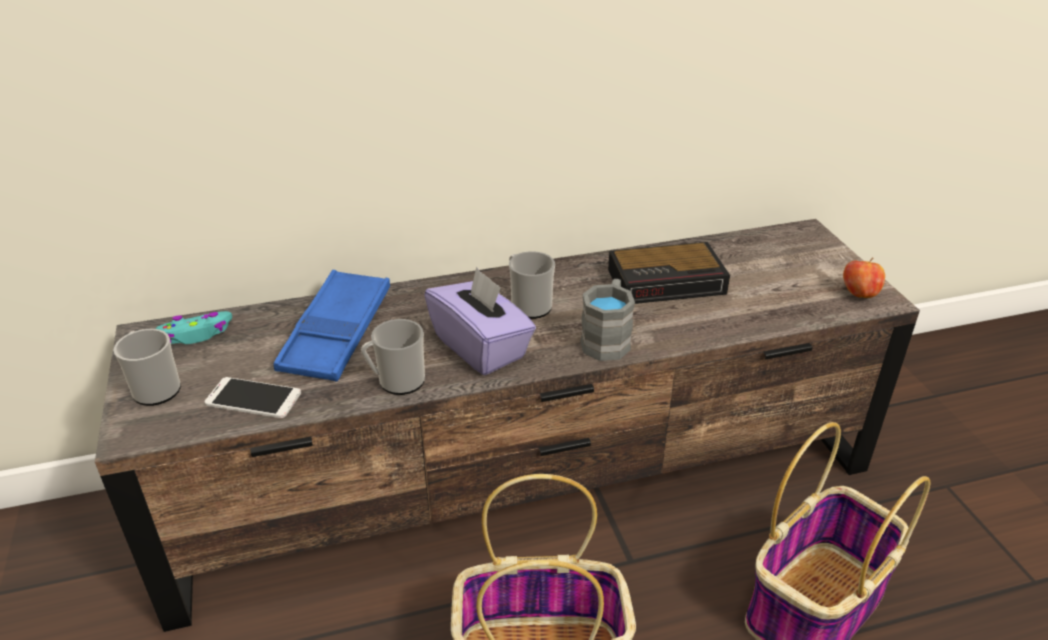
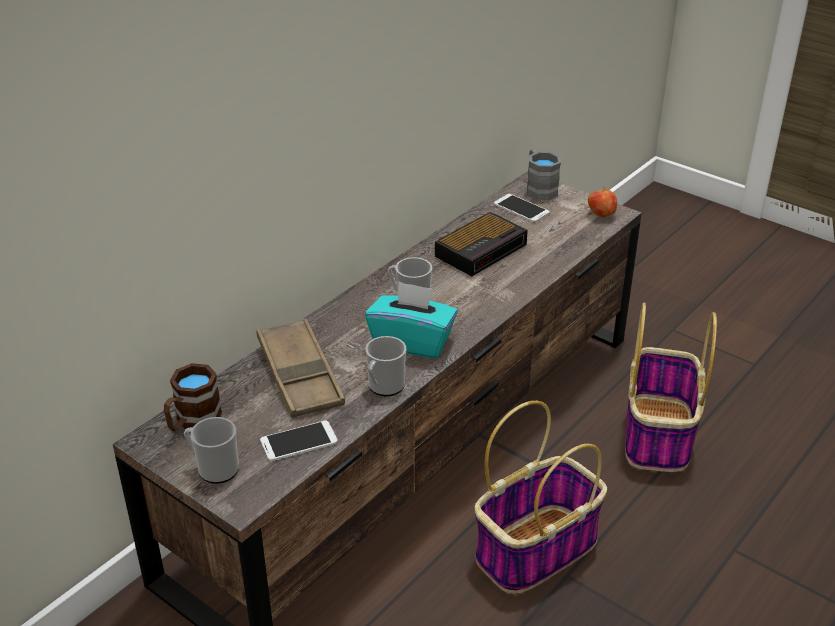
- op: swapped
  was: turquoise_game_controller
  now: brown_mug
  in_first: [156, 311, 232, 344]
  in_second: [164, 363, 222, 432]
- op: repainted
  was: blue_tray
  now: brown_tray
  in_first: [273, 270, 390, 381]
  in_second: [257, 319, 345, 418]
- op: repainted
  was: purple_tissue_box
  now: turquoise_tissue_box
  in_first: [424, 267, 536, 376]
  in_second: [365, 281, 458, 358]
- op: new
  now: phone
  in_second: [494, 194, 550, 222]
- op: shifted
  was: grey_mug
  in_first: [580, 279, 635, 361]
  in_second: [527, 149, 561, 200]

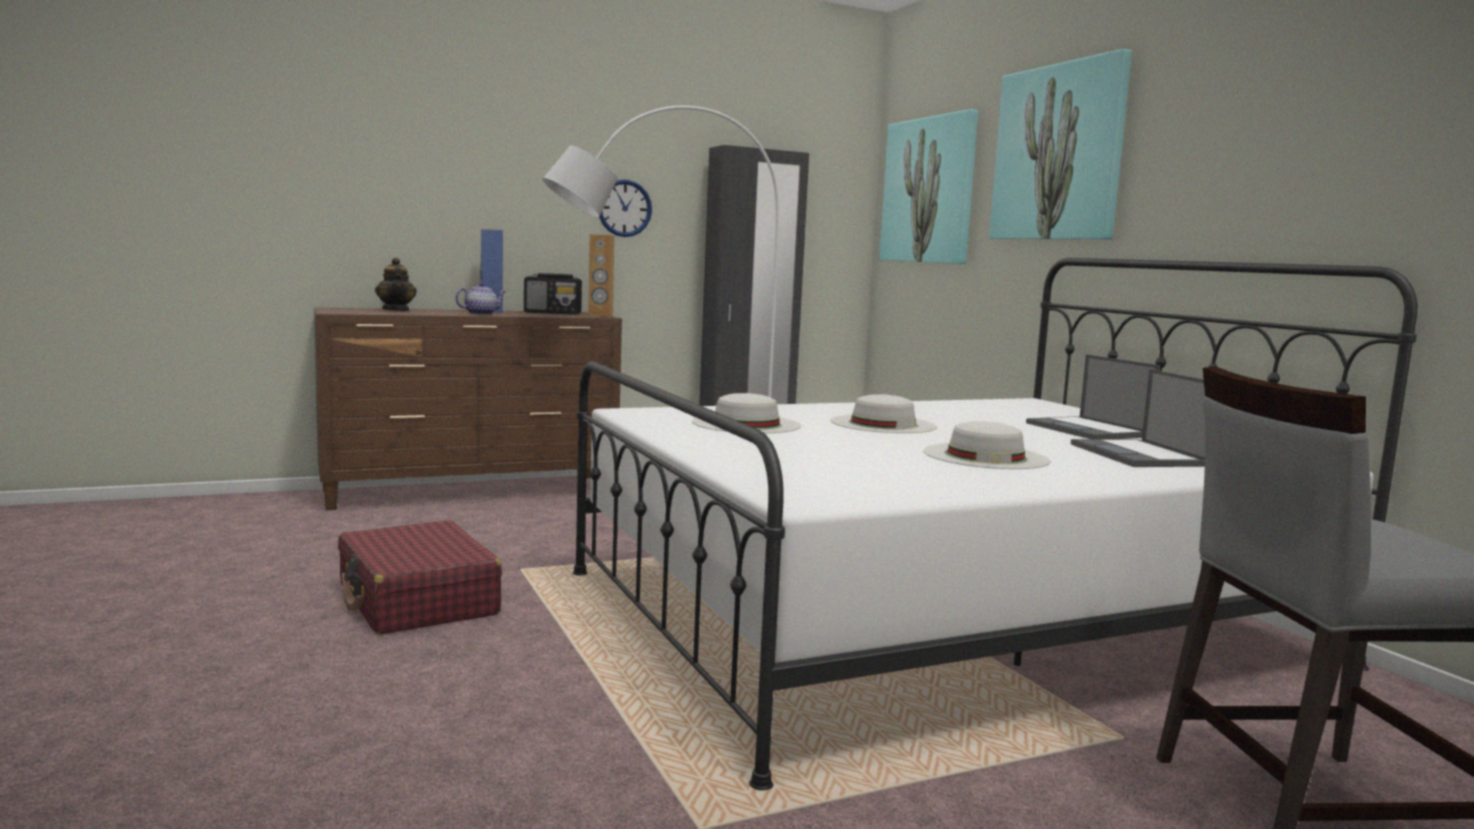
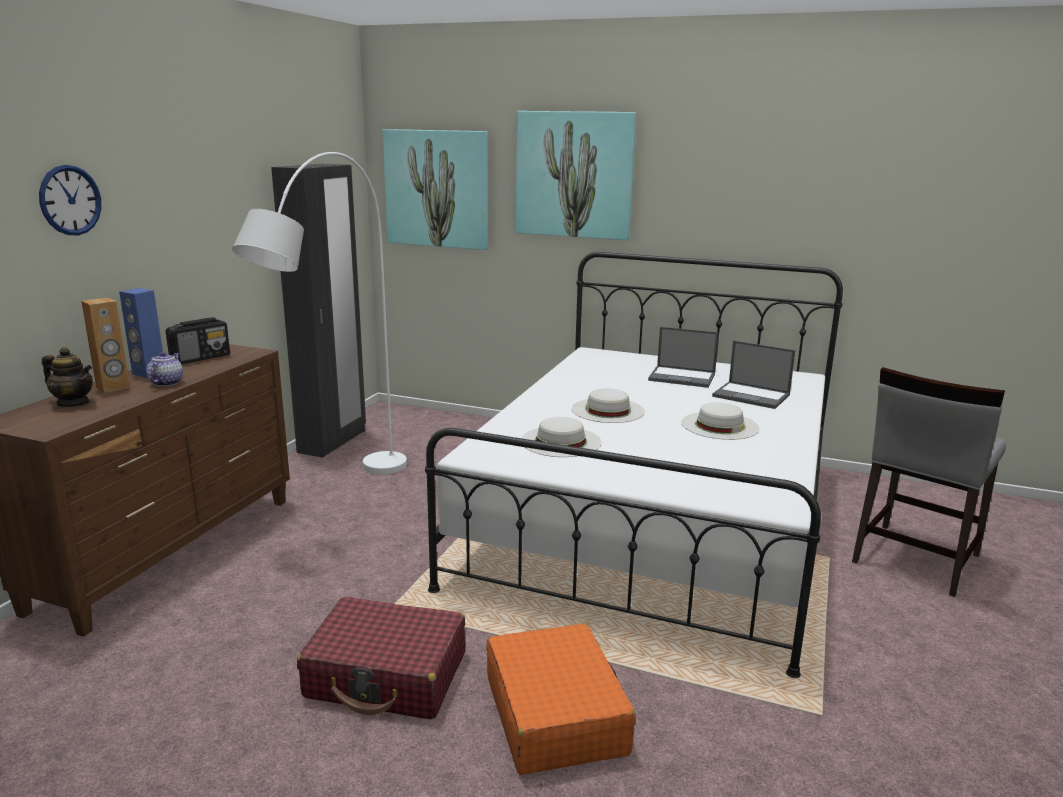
- op: shifted
  was: wall_clock
  in_first: [599, 179, 652, 237]
  in_second: [39, 165, 101, 236]
- op: shifted
  was: brown_speaker
  in_first: [588, 234, 614, 318]
  in_second: [81, 297, 130, 393]
- op: new
  now: orange_suitcase
  in_second: [486, 623, 636, 775]

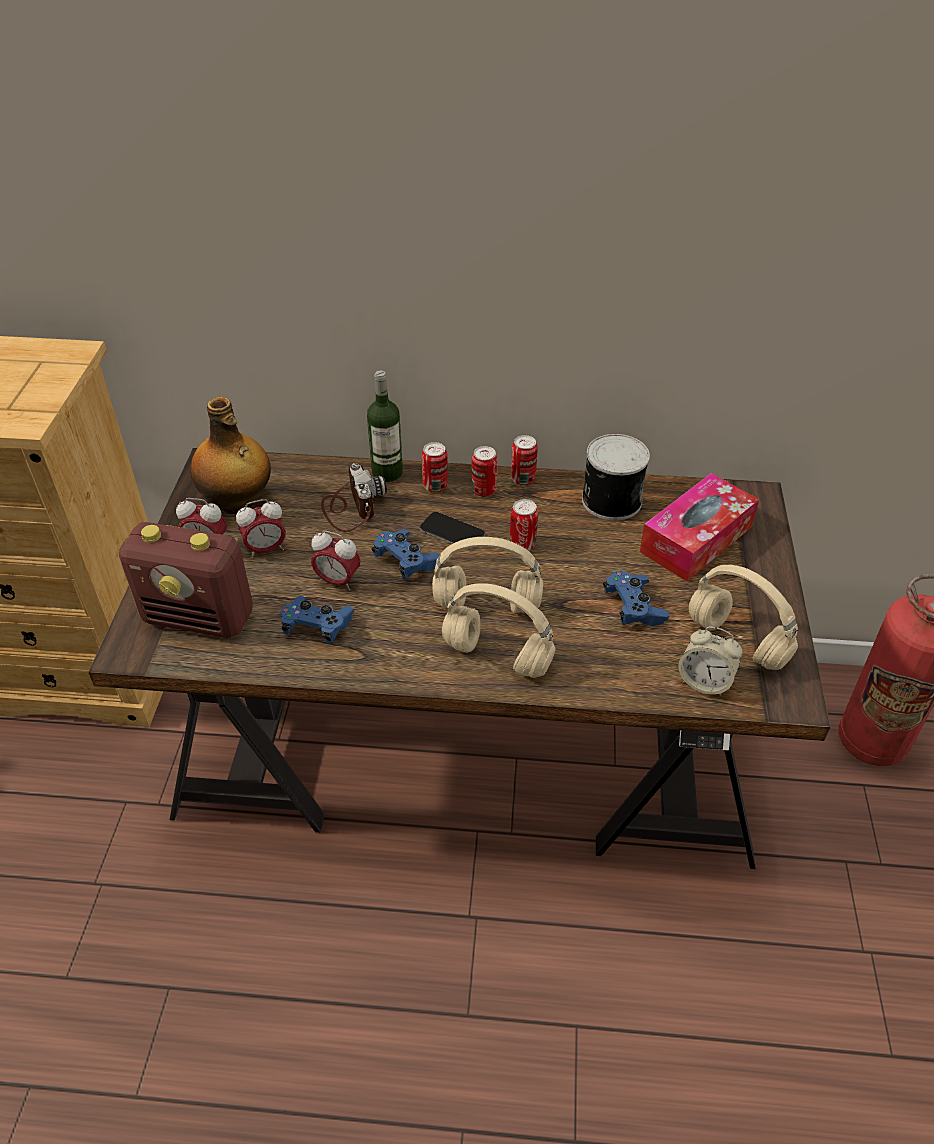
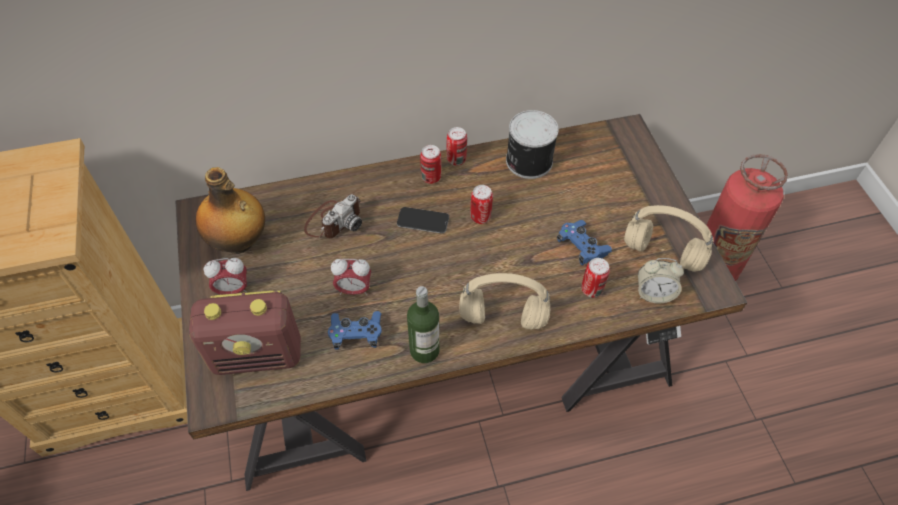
- op: rotated
  was: photo_camera
  in_first: [321, 463, 387, 532]
  in_second: [304, 195, 362, 239]
  clockwise: 75
- op: shifted
  was: bottle
  in_first: [367, 371, 403, 482]
  in_second: [407, 286, 439, 363]
- op: shifted
  was: can
  in_first: [422, 442, 448, 492]
  in_second: [582, 258, 610, 298]
- op: gone
  was: alarm_clock
  in_first: [236, 499, 286, 558]
- op: gone
  was: blue_game_controller
  in_first: [372, 529, 440, 579]
- op: gone
  was: beige_headphones
  in_first: [432, 537, 543, 613]
- op: gone
  was: tissue_box
  in_first: [640, 473, 759, 581]

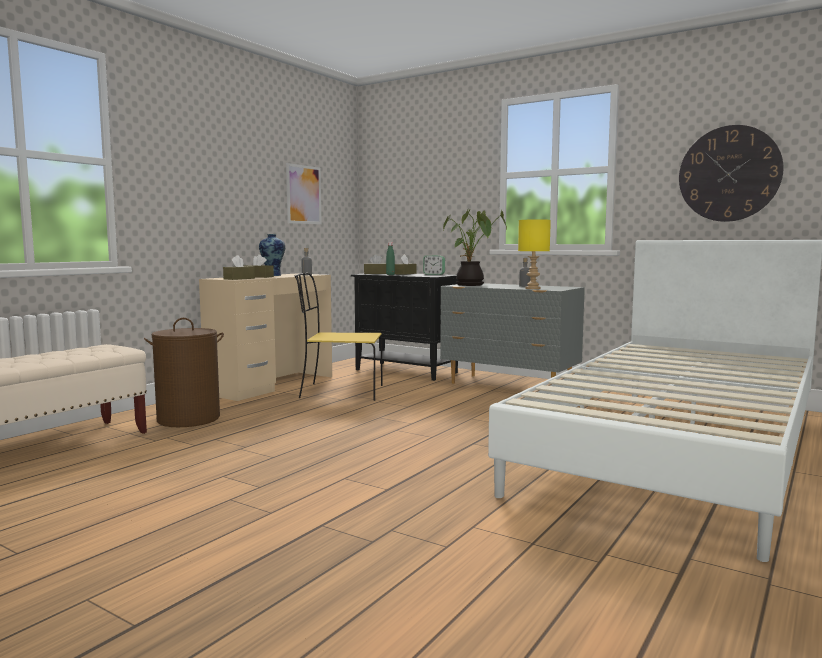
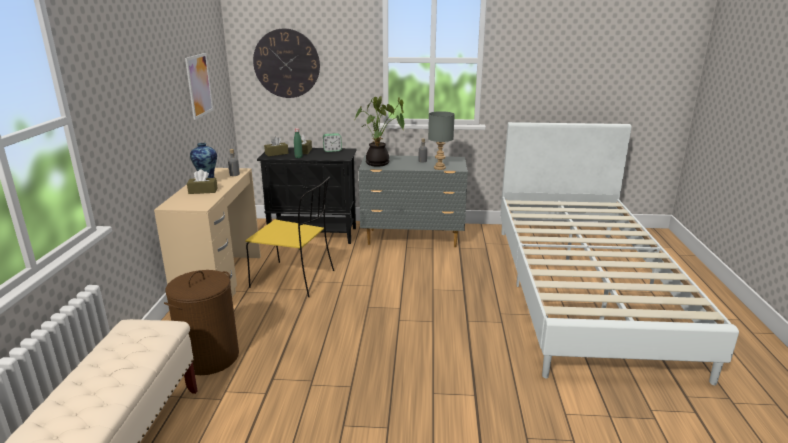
- op: rotated
  was: yellow_chair
  in_first: [295, 273, 383, 401]
  in_second: [245, 177, 334, 297]
  clockwise: -135
- op: shifted
  was: wall_clock
  in_first: [679, 125, 784, 222]
  in_second: [253, 29, 320, 98]
- op: repainted
  was: yellow_table_lamp
  now: grey_table_lamp
  in_first: [518, 219, 551, 289]
  in_second: [428, 111, 455, 170]
- op: gone
  was: brown_tissue_box
  in_first: [223, 255, 255, 280]

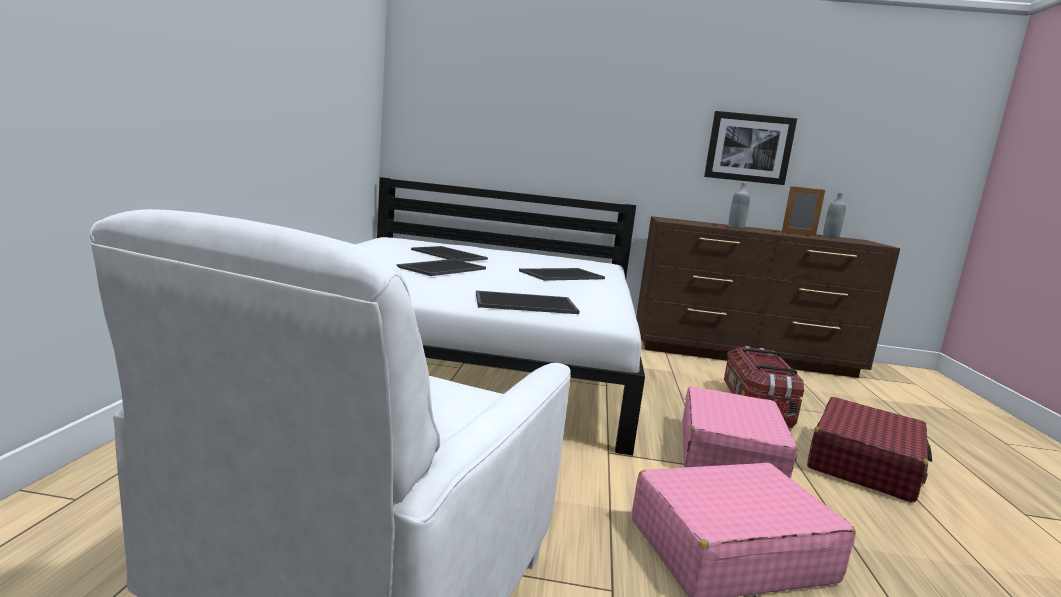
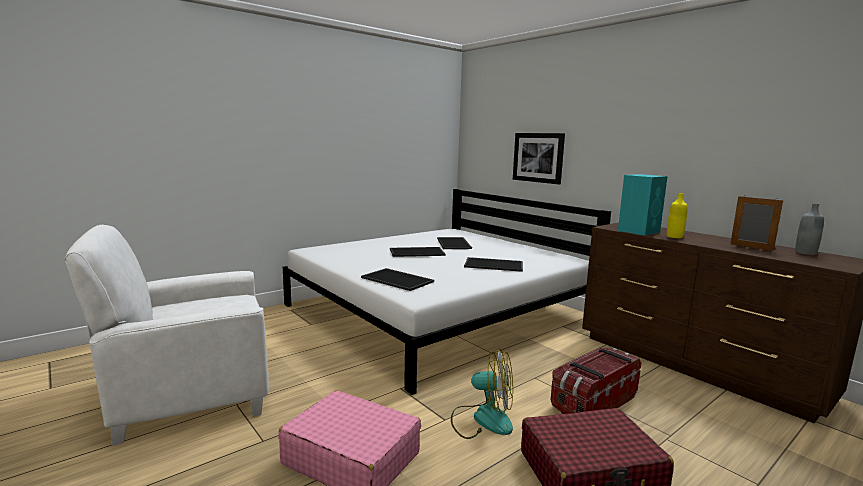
- op: swapped
  was: pink_suitcase
  now: fan
  in_first: [683, 386, 798, 479]
  in_second: [451, 348, 513, 439]
- op: shifted
  was: picture
  in_first: [704, 111, 797, 185]
  in_second: [513, 133, 565, 185]
- op: new
  now: turquoise_speaker
  in_second: [618, 174, 668, 236]
- op: repainted
  was: grey_bottle
  now: yellow_bottle
  in_first: [728, 183, 750, 229]
  in_second: [667, 193, 688, 238]

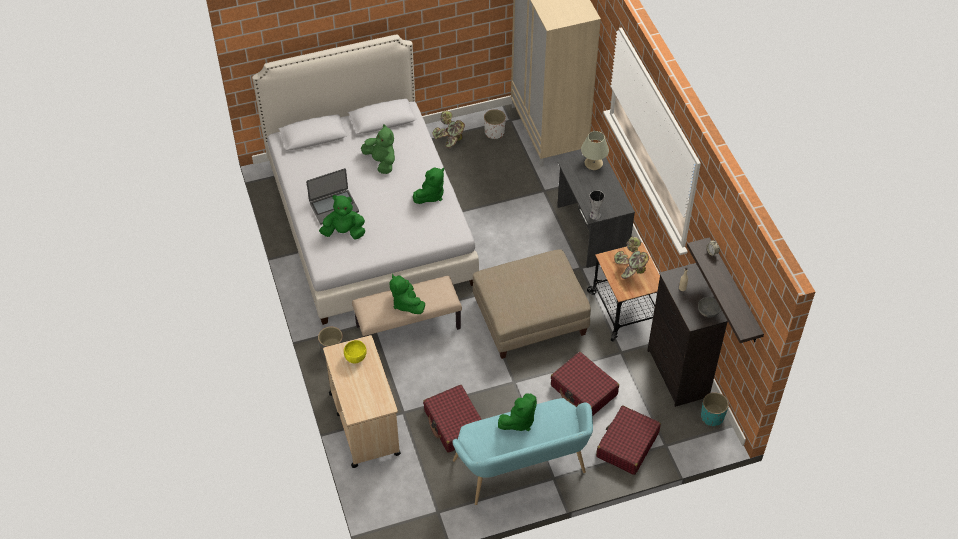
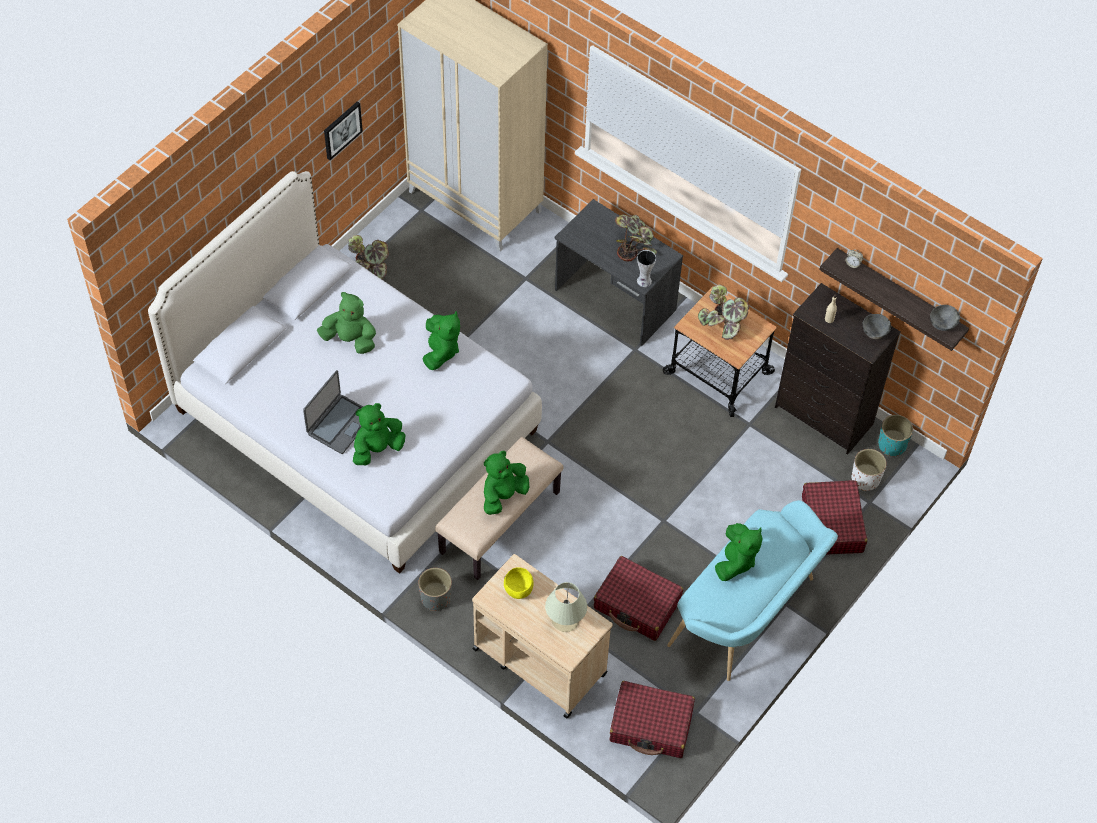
- op: new
  now: picture
  in_second: [324, 101, 363, 160]
- op: rotated
  was: green_plush_toy
  in_first: [389, 274, 425, 314]
  in_second: [484, 451, 529, 515]
  clockwise: 105
- op: shifted
  was: beige_table_lamp
  in_first: [581, 131, 609, 170]
  in_second: [545, 582, 587, 632]
- op: shifted
  was: red_suitcase
  in_first: [551, 352, 619, 415]
  in_second: [610, 681, 695, 758]
- op: new
  now: potted_plant
  in_second: [615, 214, 657, 262]
- op: shifted
  was: white_planter
  in_first: [484, 109, 506, 139]
  in_second: [852, 449, 887, 491]
- op: new
  now: grey_bowl
  in_second: [930, 305, 960, 331]
- op: gone
  was: beige_ottoman
  in_first: [473, 249, 591, 359]

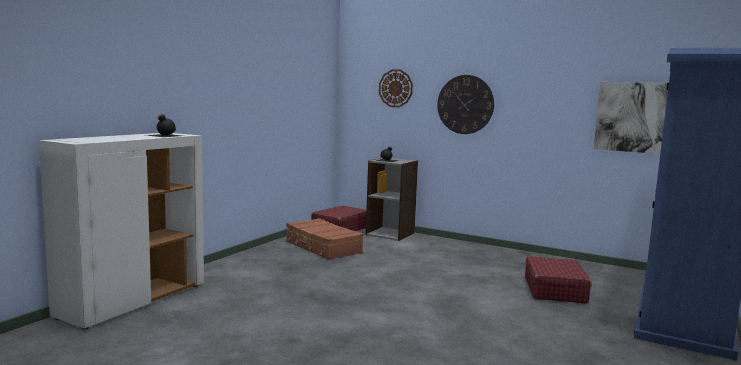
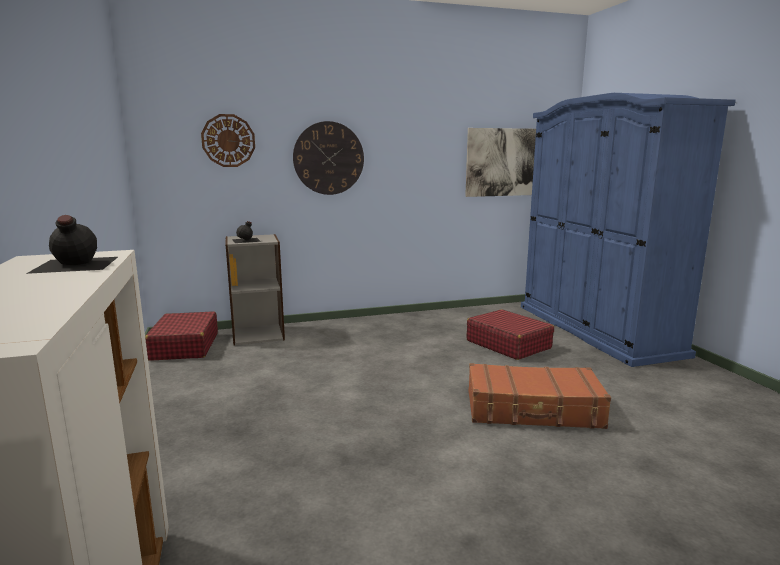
- op: shifted
  was: brown_suitcase
  in_first: [286, 218, 364, 260]
  in_second: [468, 363, 611, 429]

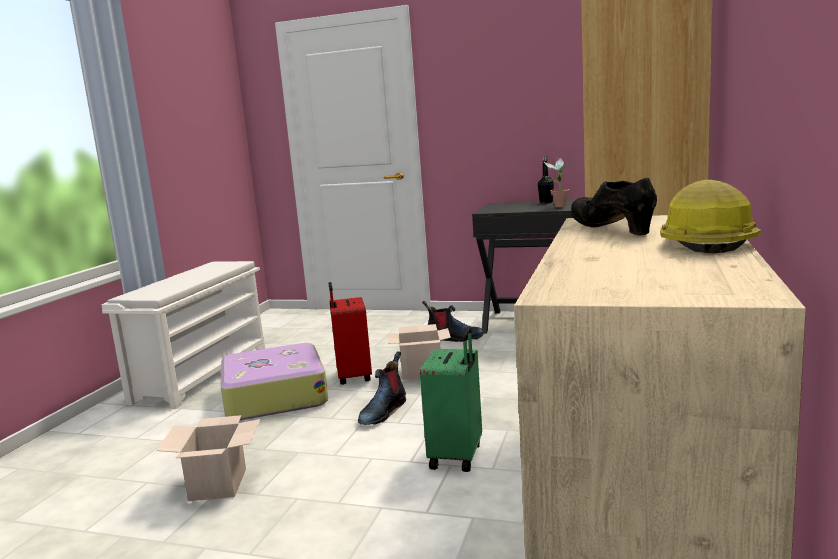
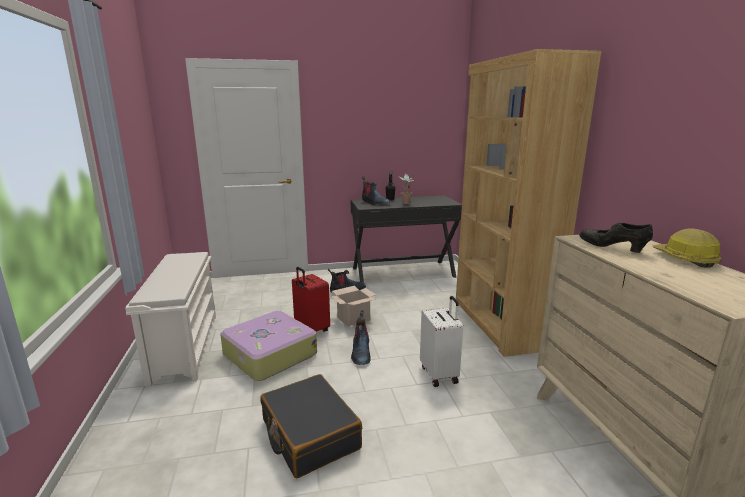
- op: swapped
  was: cardboard_box
  now: black_suitcase
  in_first: [156, 415, 260, 501]
  in_second: [260, 374, 362, 478]
- op: new
  now: boot
  in_second: [362, 177, 390, 206]
- op: repainted
  was: green_suitcase
  now: white_suitcase
  in_first: [420, 327, 482, 472]
  in_second: [420, 296, 463, 387]

